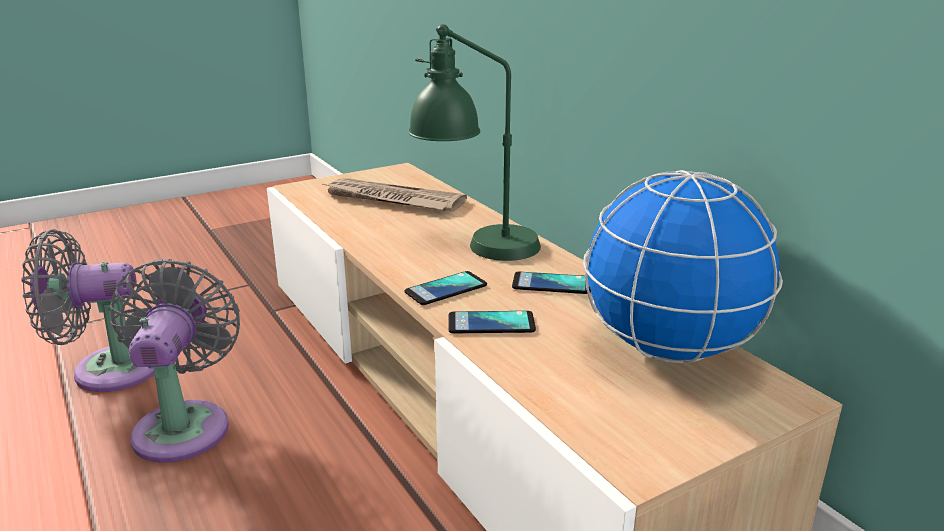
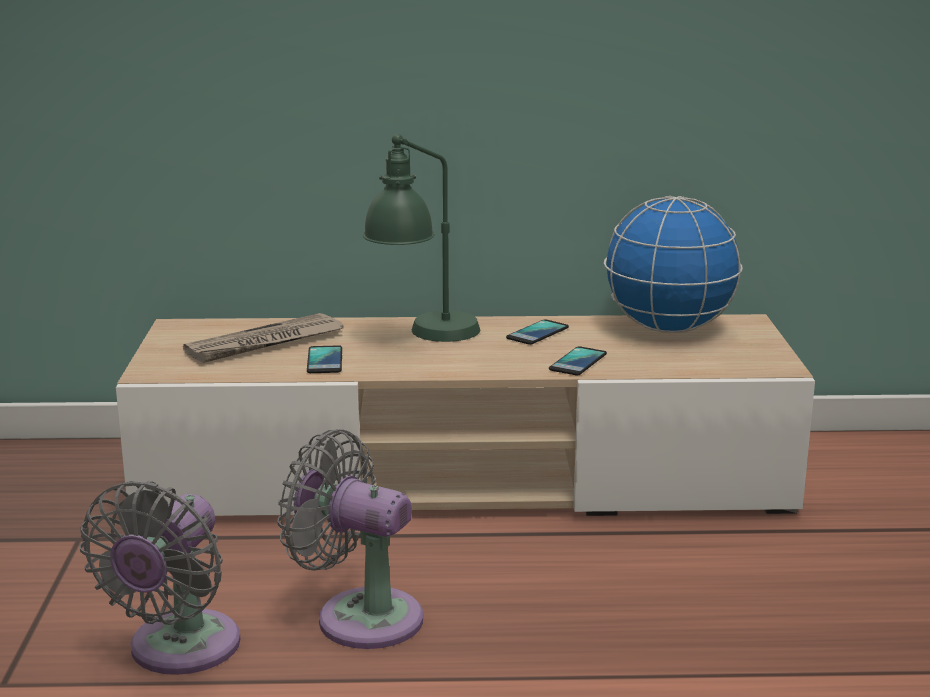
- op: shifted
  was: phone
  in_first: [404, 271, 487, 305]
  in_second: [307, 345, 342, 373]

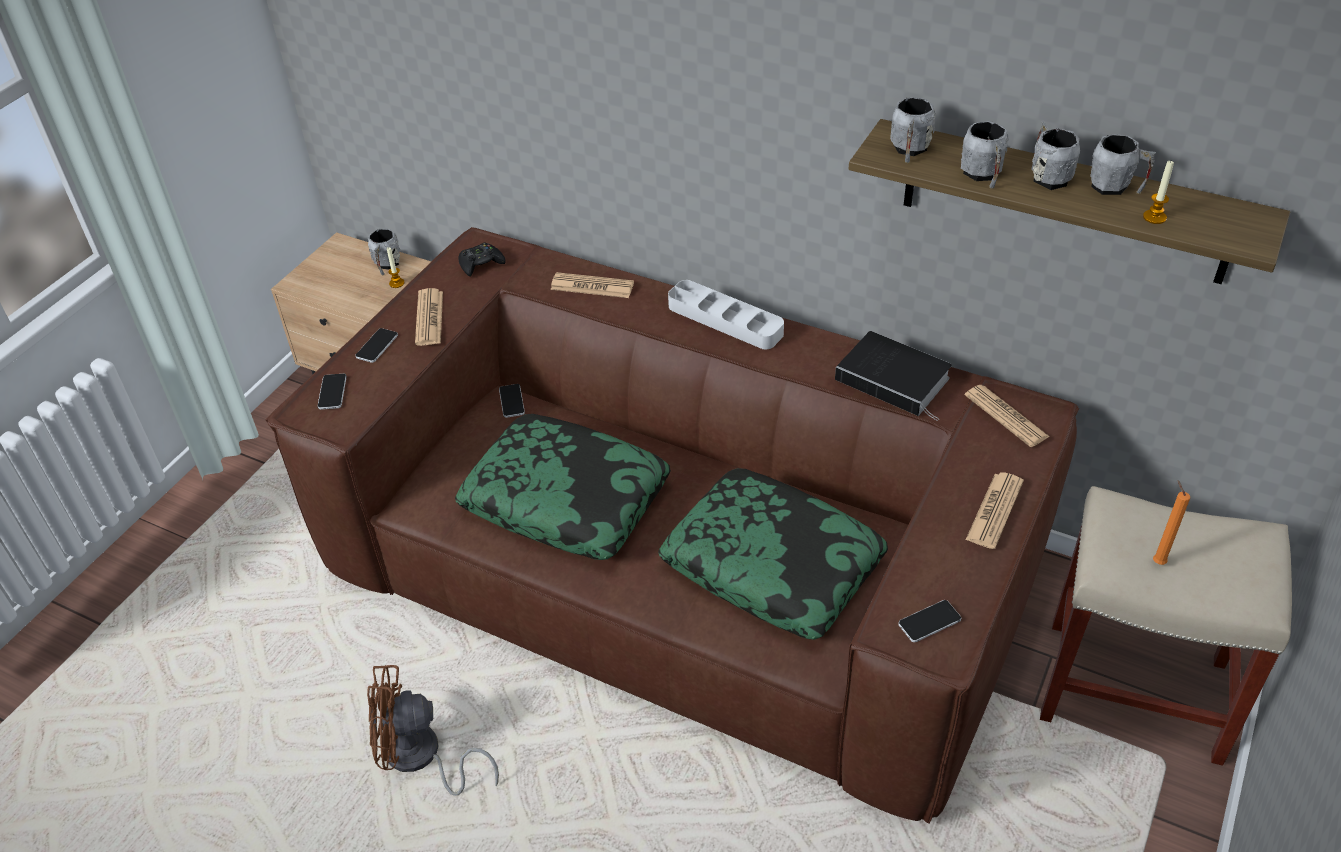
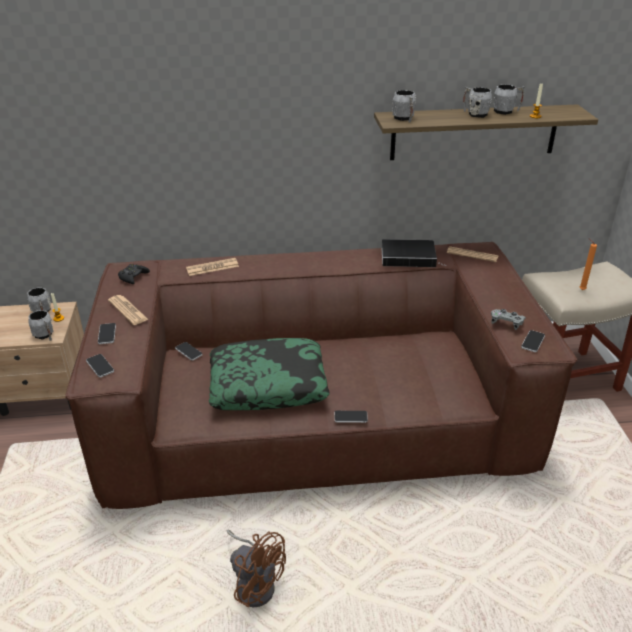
- op: shifted
  was: grey_mug
  in_first: [961, 121, 1009, 188]
  in_second: [28, 310, 53, 341]
- op: rotated
  was: brown_fan
  in_first: [367, 665, 499, 796]
  in_second: [226, 529, 286, 608]
  clockwise: -105
- op: new
  now: phone
  in_second: [335, 411, 368, 423]
- op: new
  now: grey_game_controller
  in_second: [491, 309, 526, 330]
- op: gone
  was: pillow
  in_first: [658, 468, 888, 640]
- op: gone
  was: grey_tray
  in_first: [668, 280, 784, 349]
- op: gone
  was: newspaper
  in_first: [966, 472, 1024, 549]

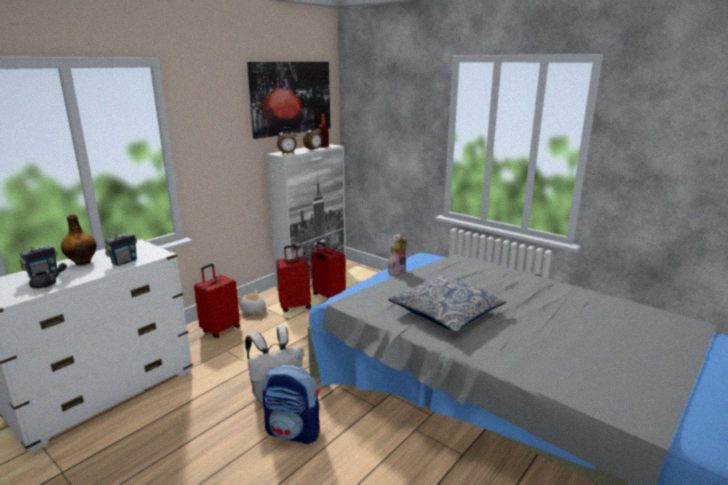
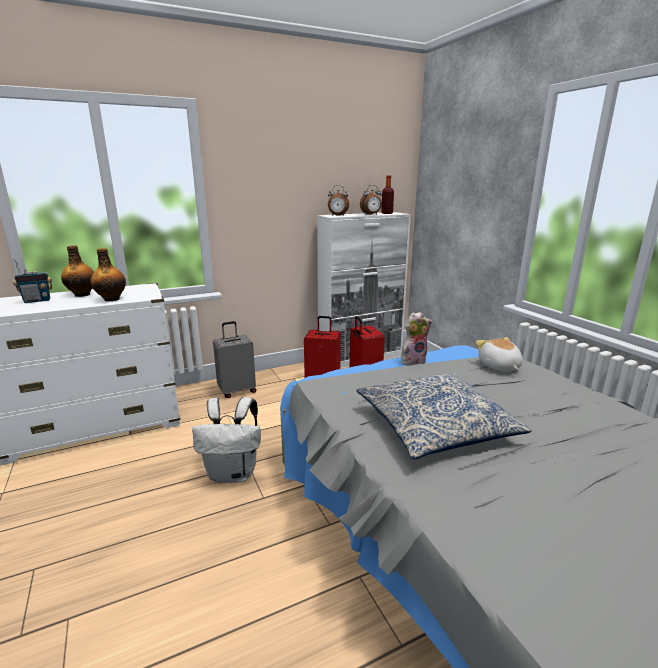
- op: swapped
  was: radio
  now: bottle
  in_first: [105, 226, 137, 266]
  in_second: [90, 248, 126, 301]
- op: repainted
  was: red_suitcase
  now: grey_suitcase
  in_first: [194, 264, 240, 338]
  in_second: [213, 321, 256, 398]
- op: shifted
  was: plush_toy
  in_first: [237, 291, 266, 314]
  in_second: [476, 337, 523, 371]
- op: gone
  was: grey_teapot
  in_first: [29, 263, 67, 289]
- op: gone
  was: picture
  in_first: [247, 62, 330, 139]
- op: gone
  was: backpack
  in_first: [262, 364, 320, 444]

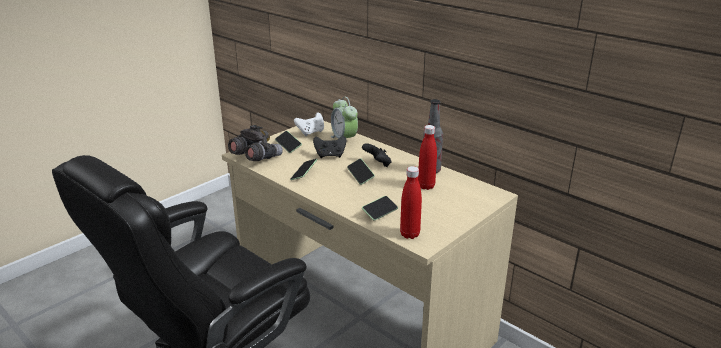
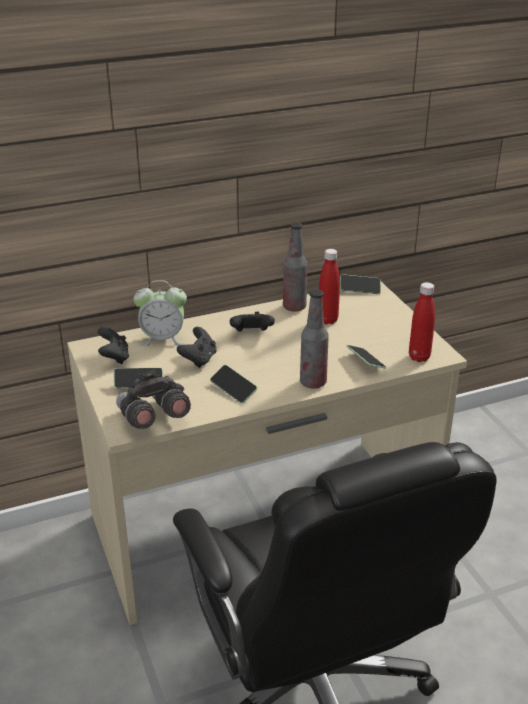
- op: repainted
  was: white_game_controller
  now: black_game_controller
  in_first: [294, 113, 324, 136]
  in_second: [98, 327, 129, 364]
- op: new
  now: bottle
  in_second: [300, 289, 329, 389]
- op: shifted
  was: phone
  in_first: [347, 158, 375, 185]
  in_second: [340, 274, 381, 294]

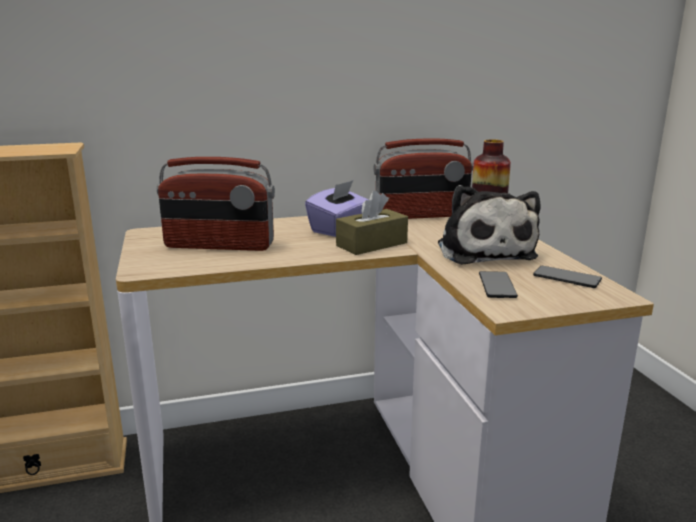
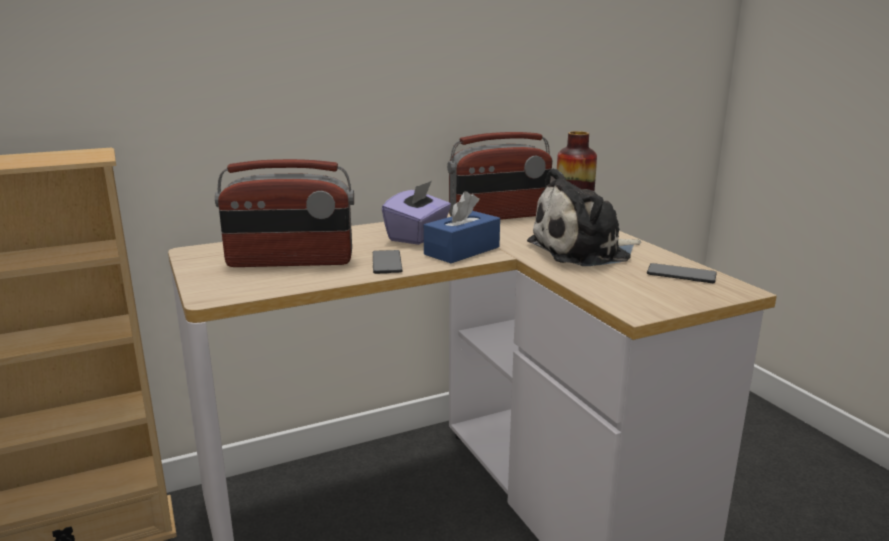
- op: shifted
  was: phone
  in_first: [479, 271, 518, 298]
  in_second: [373, 250, 403, 274]
- op: repainted
  was: brown_tissue_box
  now: blue_tissue_box
  in_first: [336, 191, 408, 255]
  in_second: [424, 191, 500, 263]
- op: rotated
  was: plush_toy
  in_first: [438, 185, 541, 265]
  in_second: [527, 168, 641, 266]
  clockwise: 90

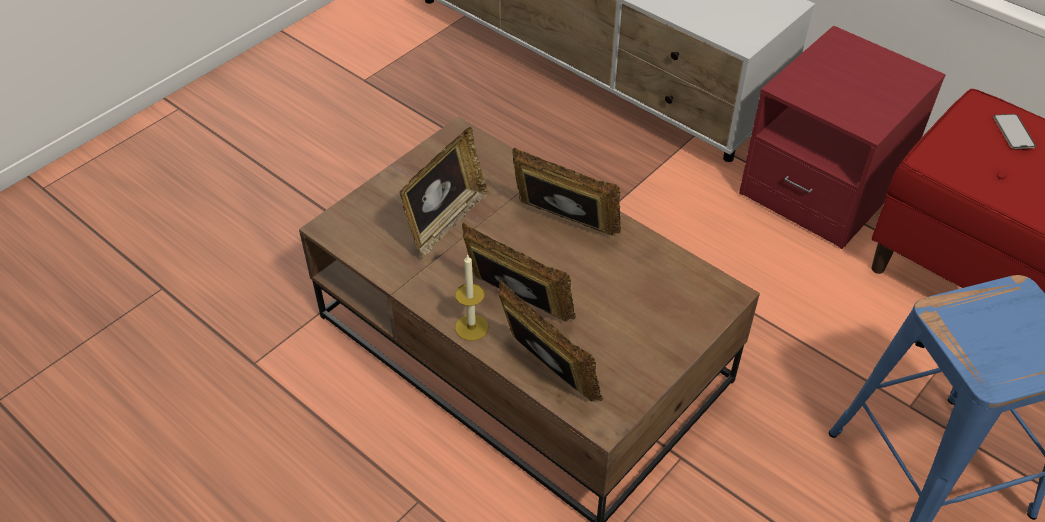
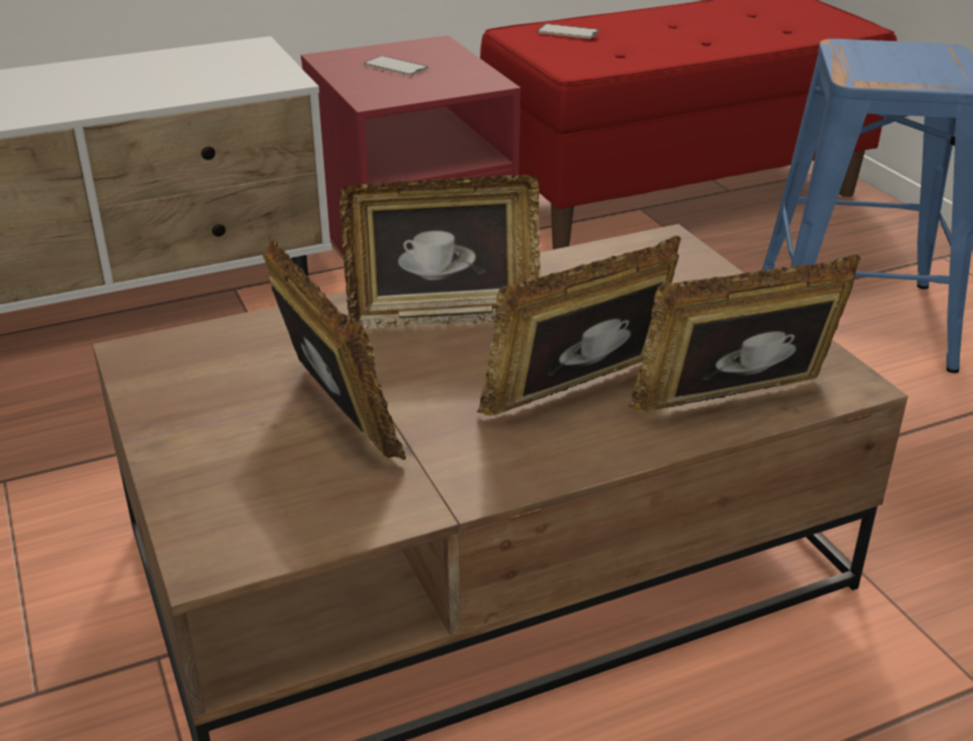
- op: rotated
  was: picture_frame
  in_first: [512, 148, 621, 235]
  in_second: [340, 175, 540, 329]
  clockwise: -150
- op: new
  now: phone
  in_second: [364, 56, 428, 76]
- op: gone
  was: candle
  in_first: [455, 254, 489, 341]

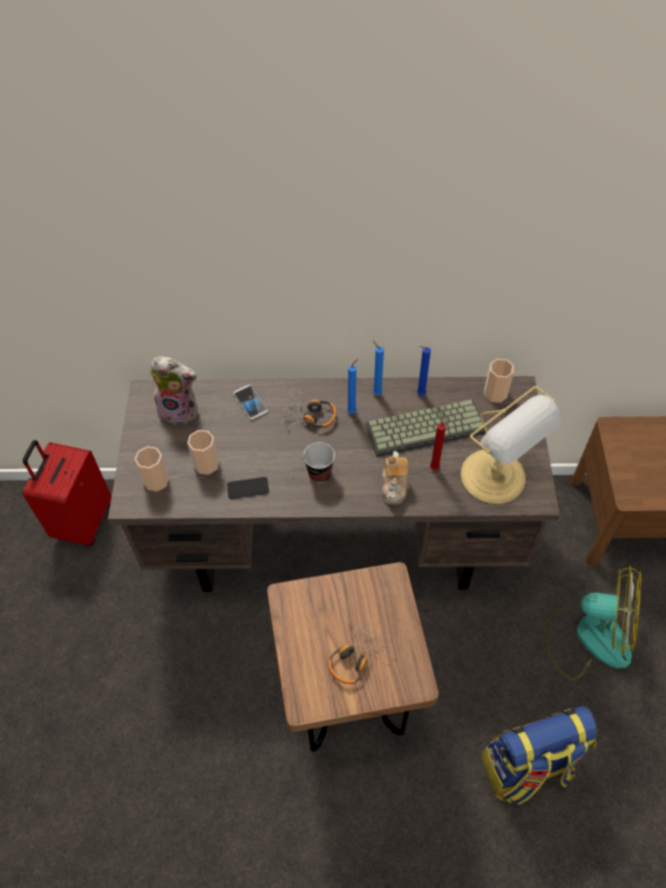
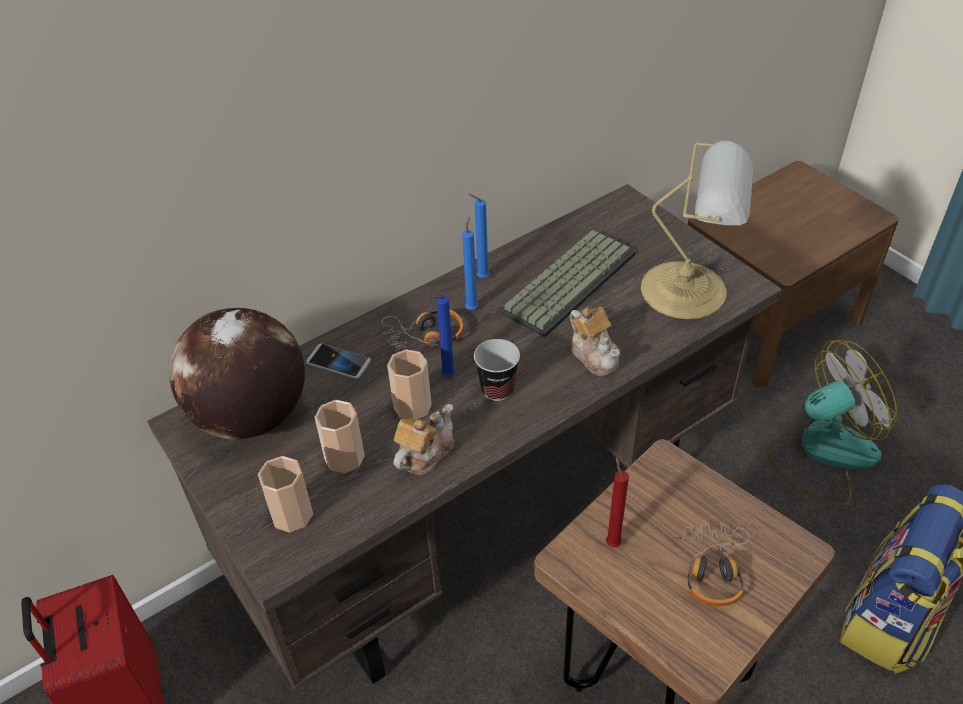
- op: swapped
  was: plush_toy
  now: globe
  in_first: [149, 356, 198, 424]
  in_second: [169, 308, 305, 440]
- op: shifted
  was: cup
  in_first: [484, 359, 514, 403]
  in_second: [387, 349, 432, 420]
- op: swapped
  was: phone
  now: teapot
  in_first: [227, 477, 269, 499]
  in_second: [393, 404, 454, 476]
- op: shifted
  was: blue_candle
  in_first: [417, 346, 431, 396]
  in_second: [433, 296, 455, 377]
- op: shifted
  was: red_candle
  in_first: [430, 415, 446, 470]
  in_second: [606, 457, 629, 547]

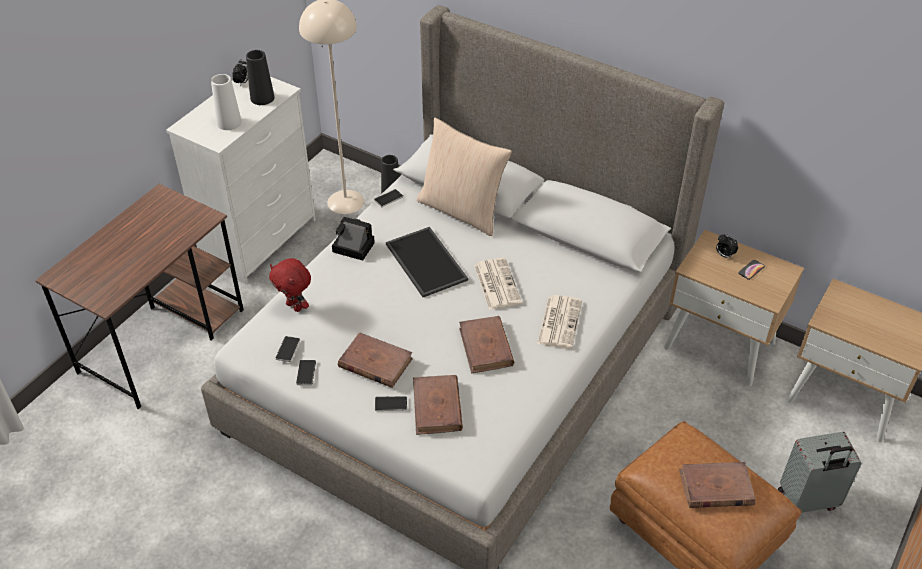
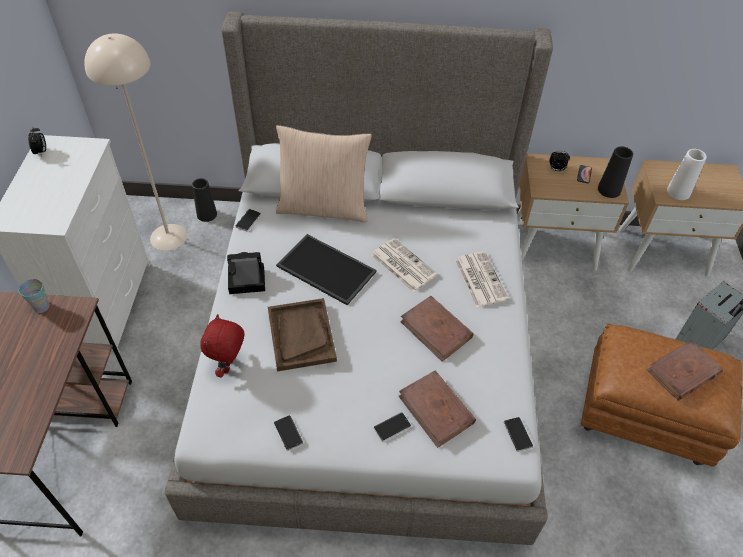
- op: new
  now: cup
  in_second: [19, 279, 50, 313]
- op: rotated
  was: red_plush_toy
  in_first: [269, 258, 311, 312]
  in_second: [200, 314, 244, 377]
  clockwise: 90
- op: new
  now: brown_tray
  in_second: [268, 298, 337, 372]
- op: shifted
  was: phone
  in_first: [276, 336, 300, 362]
  in_second: [504, 417, 533, 452]
- op: shifted
  was: black_vase
  in_first: [246, 50, 275, 105]
  in_second: [598, 146, 633, 198]
- op: shifted
  was: white_vase
  in_first: [211, 74, 242, 130]
  in_second: [667, 149, 707, 200]
- op: gone
  was: brown_book
  in_first: [338, 332, 413, 388]

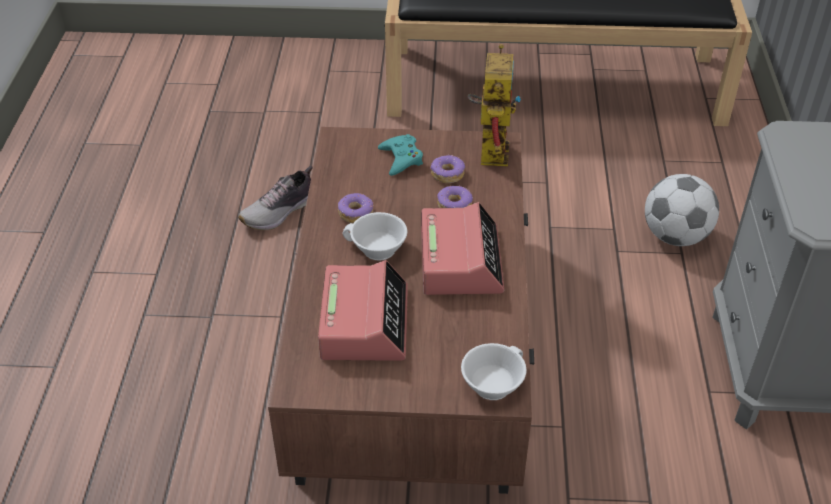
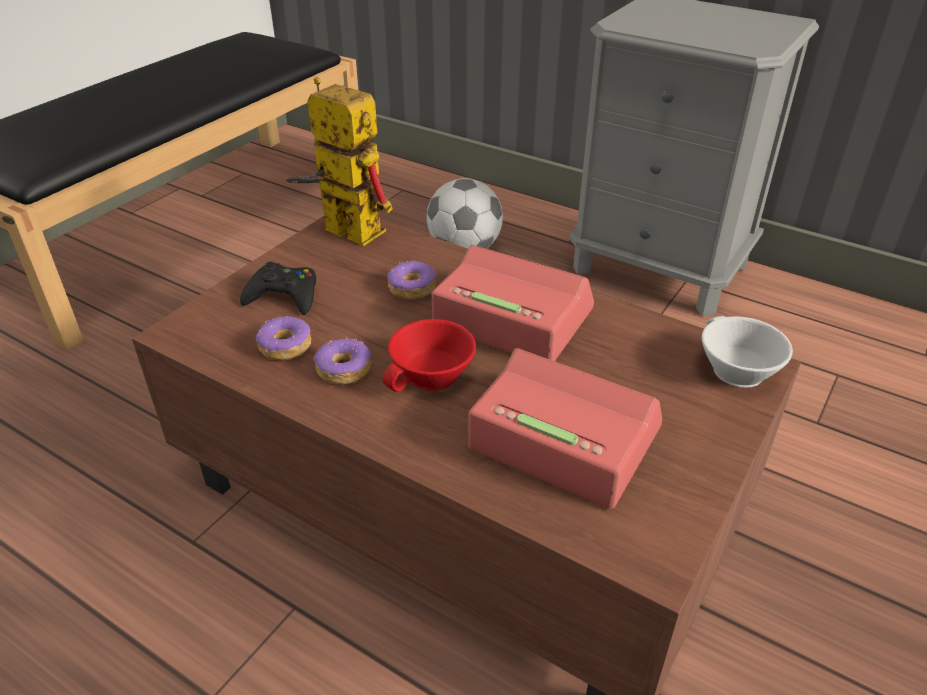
- op: repainted
  was: turquoise_game_controller
  now: black_game_controller
  in_first: [378, 134, 423, 176]
  in_second: [240, 262, 316, 315]
- op: shifted
  was: donut
  in_first: [430, 154, 465, 183]
  in_second: [256, 316, 311, 360]
- op: repainted
  was: white_cup
  now: red_cup
  in_first: [343, 212, 407, 261]
  in_second: [382, 319, 476, 392]
- op: gone
  was: shoe
  in_first: [238, 166, 313, 230]

